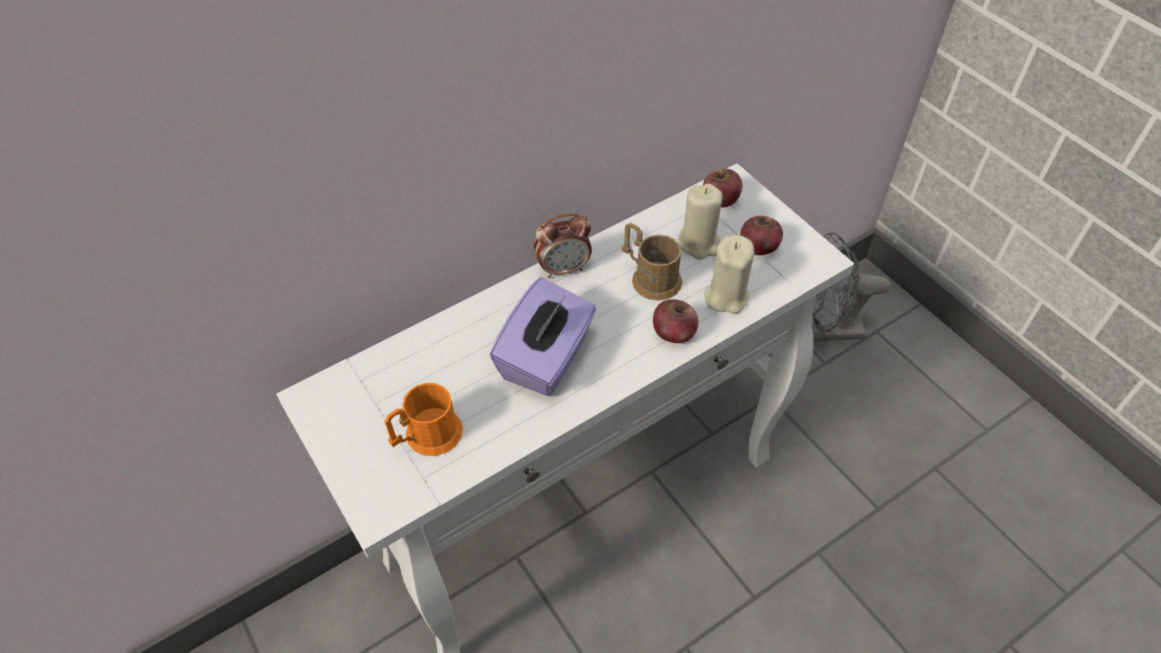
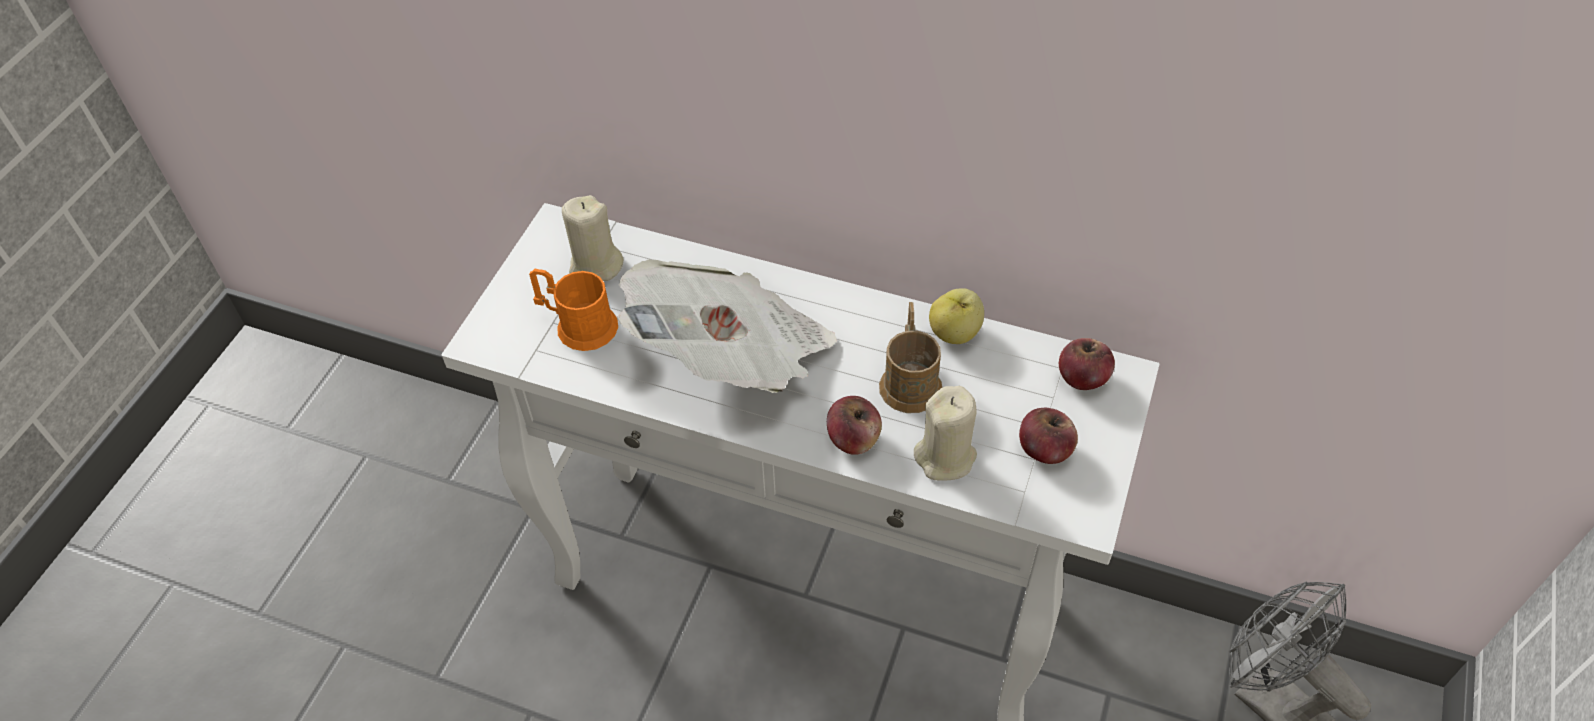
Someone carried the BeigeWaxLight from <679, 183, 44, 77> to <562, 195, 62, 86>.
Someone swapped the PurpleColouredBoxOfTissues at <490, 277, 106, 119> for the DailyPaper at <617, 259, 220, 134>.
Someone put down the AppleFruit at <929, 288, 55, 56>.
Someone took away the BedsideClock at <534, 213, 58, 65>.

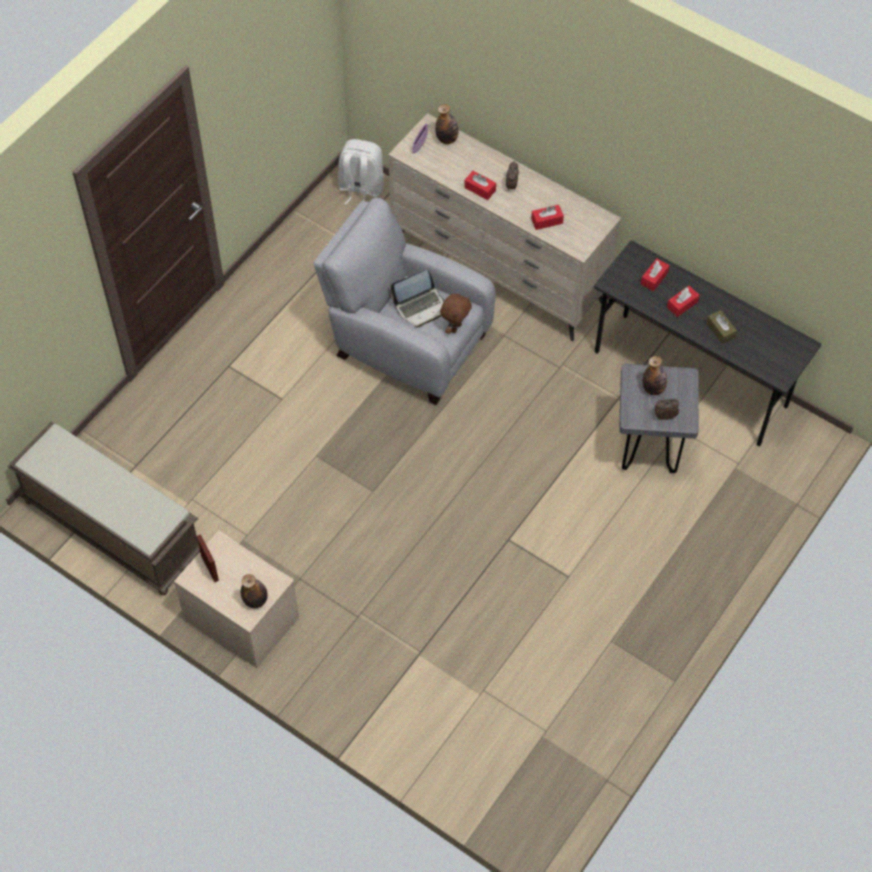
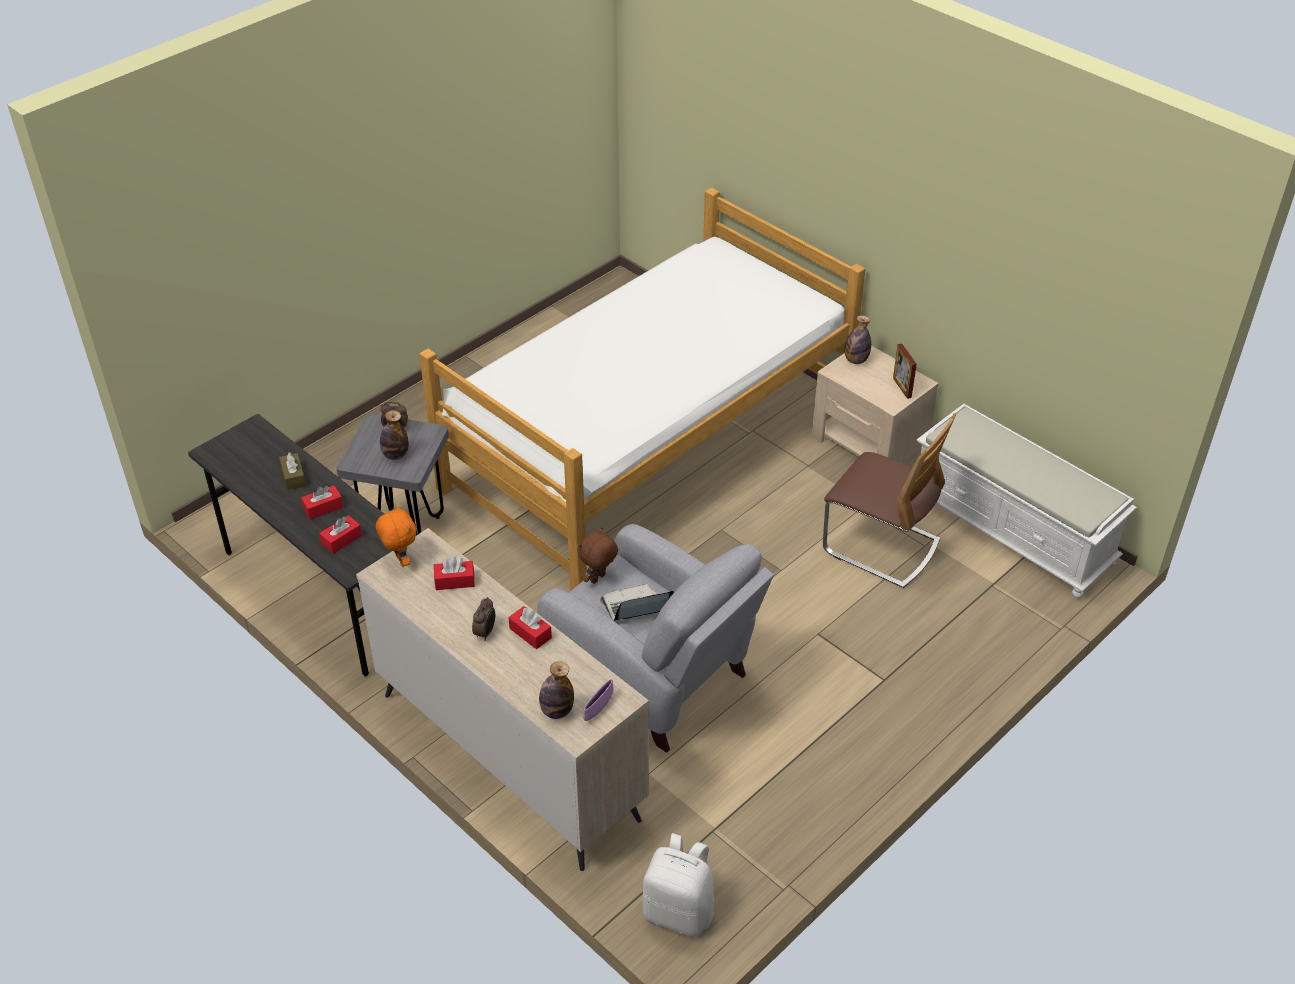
Someone put down the OrangeSoftToy at <376, 505, 40, 62>.
Someone put down the Bed at <419, 188, 446, 402>.
Someone put down the UprightChair at <823, 413, 133, 175>.
Someone repainted the BrownIndoorBench at <7, 421, 193, 174>, which became the WhiteIndoorBench at <916, 404, 221, 194>.

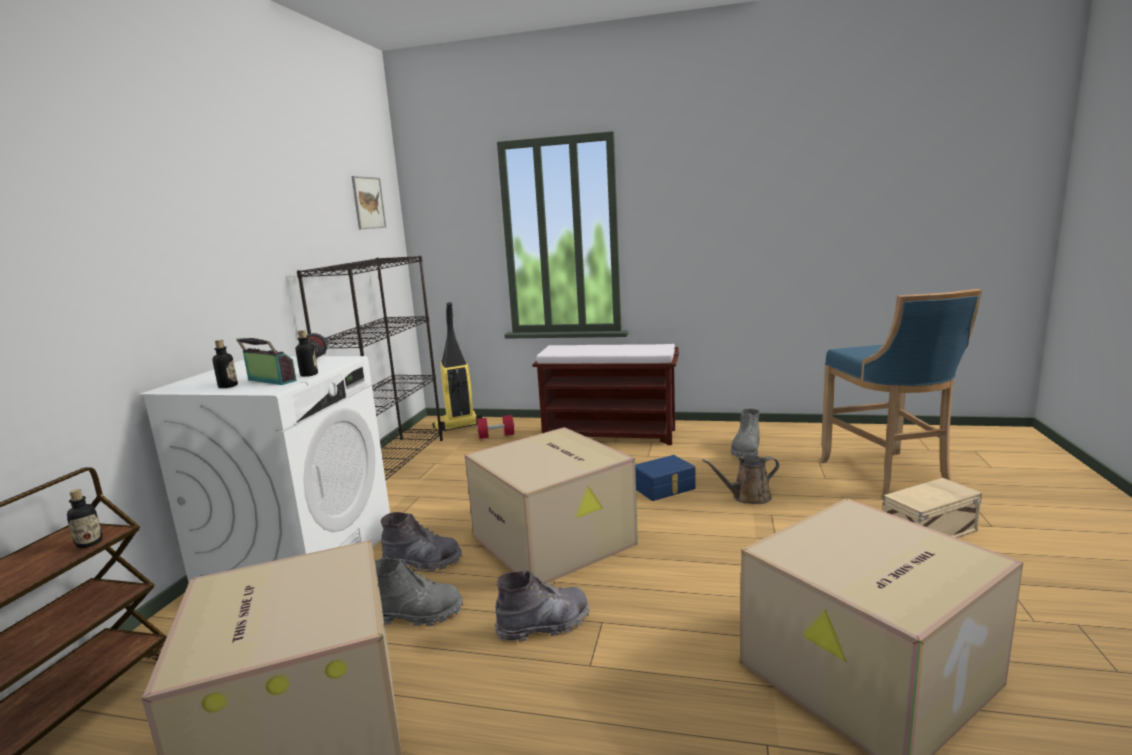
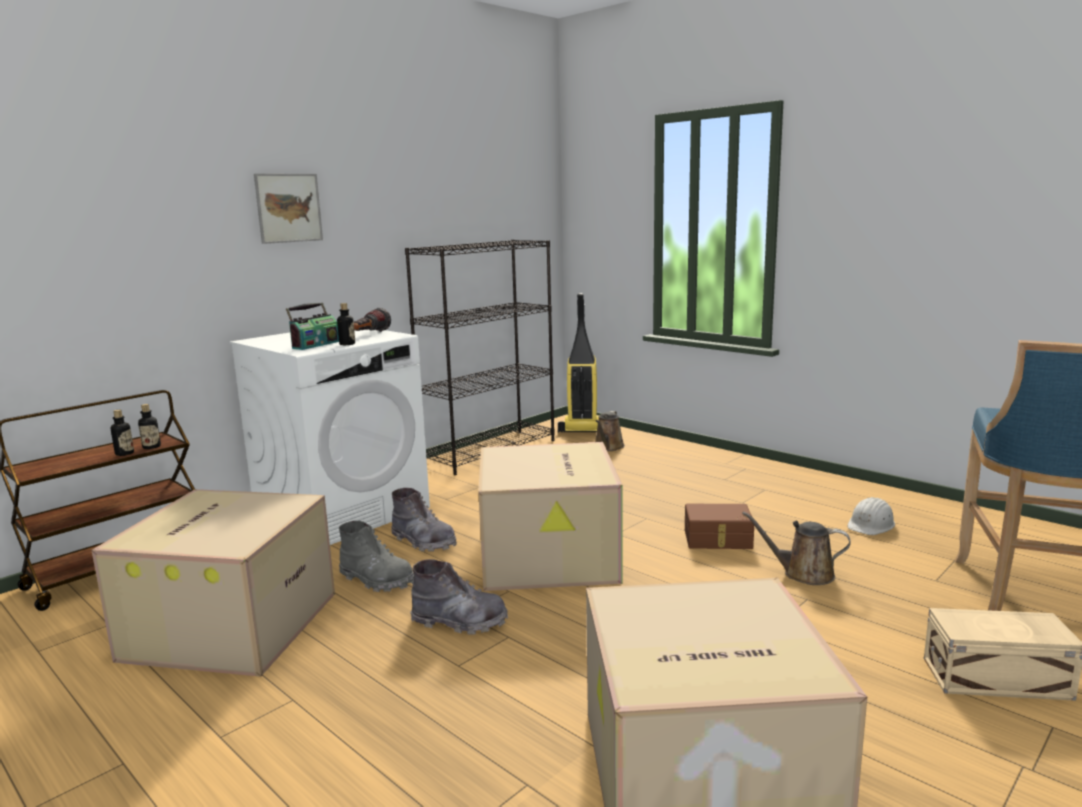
Someone carried the BeverageBottle from <212, 340, 26, 48> to <111, 410, 23, 46>.
Someone carried the WallPicture from <351, 176, 35, 54> to <254, 173, 69, 71>.
Someone rotated the RadioSet at <236, 338, 61, 47> by 60 degrees clockwise.
Someone swapped the RedColouredHandWeight at <477, 415, 38, 24> for the BrownSprinklingCan at <595, 411, 30, 40>.
Someone repainted the BlueStorageContainer at <635, 455, 61, 46>, which became the BrownStorageContainer at <685, 504, 69, 45>.
Someone swapped the GreyHighTopBoot at <731, 409, 29, 49> for the WhiteSafetyHelmet at <848, 497, 47, 38>.
Someone took away the BrownIndoorBench at <532, 344, 147, 101>.

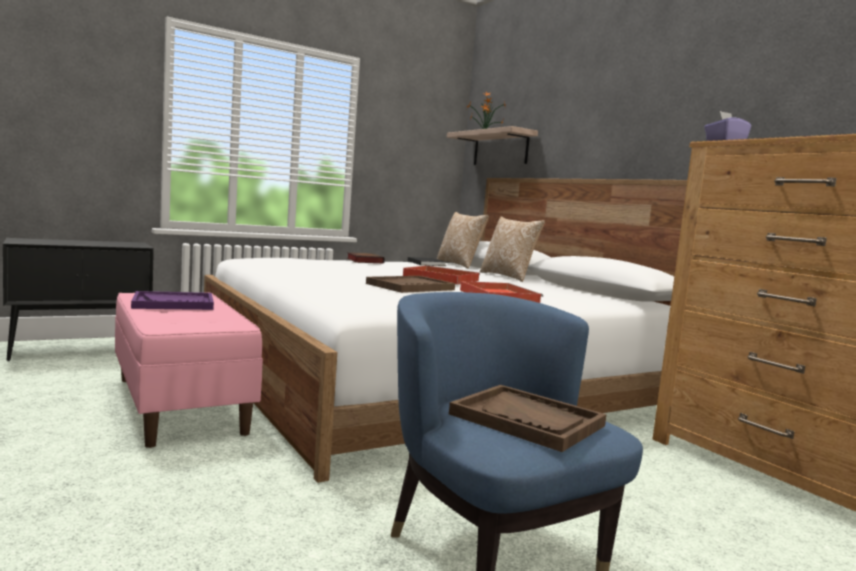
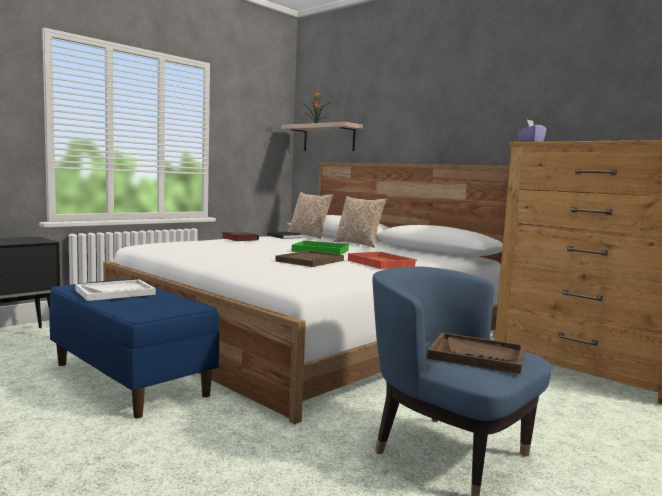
Someone repainted the PinkColouredIndoorBench at <115, 292, 148, 156>, which became the BlueIndoorBench at <49, 278, 170, 140>.
Someone repainted the PurpleColouredCarryingTray at <131, 291, 83, 19>, which became the WhiteCarryingTray at <75, 279, 81, 22>.
Someone repainted the RedColouredCarryingTray at <403, 265, 77, 19>, which became the GreenCarryingTray at <292, 240, 57, 15>.

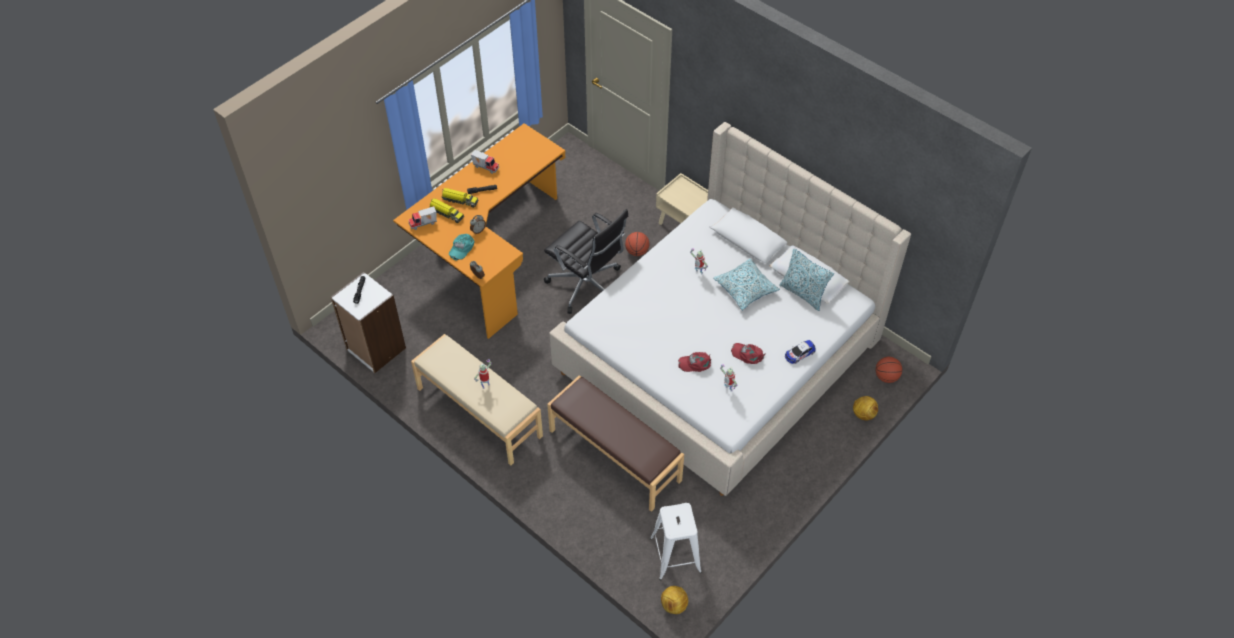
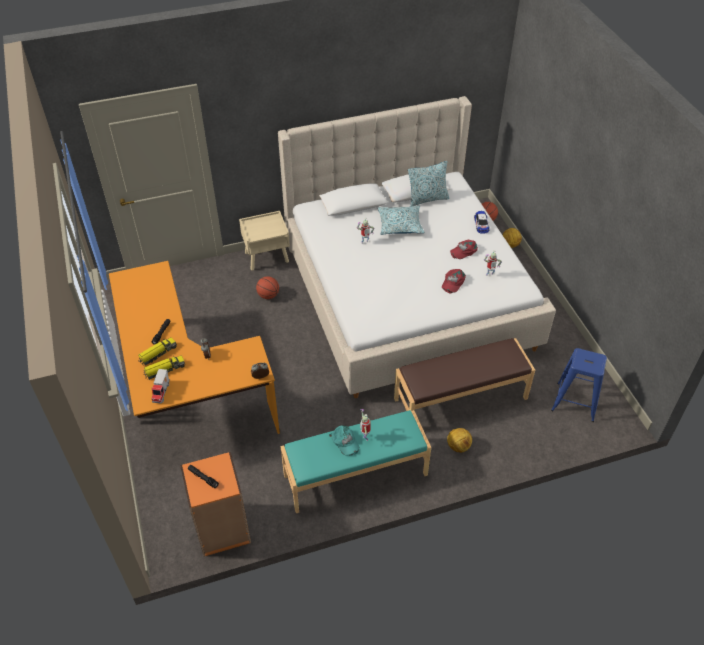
Someone repainted the WhiteBookcase at <331, 272, 75, 101>, which became the OrangeBookcase at <180, 452, 71, 105>.
Someone repainted the BeigeIndoorBench at <411, 334, 132, 132>, which became the TurquoiseIndoorBench at <281, 410, 150, 103>.
Someone carried the TurquoiseBaseballCap from <449, 234, 26, 27> to <329, 425, 31, 31>.
Someone carried the FootballBall from <661, 586, 27, 28> to <447, 428, 25, 25>.
Someone repainted the WhiteStoolSeat at <650, 503, 52, 77>, which became the BlueStoolSeat at <551, 348, 56, 74>.
Someone took away the ModelTruck at <471, 150, 28, 24>.
Someone took away the BlackColouredComputerChair at <544, 209, 85, 105>.

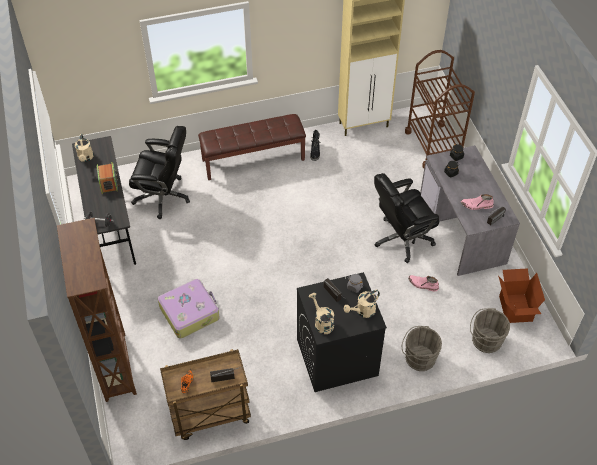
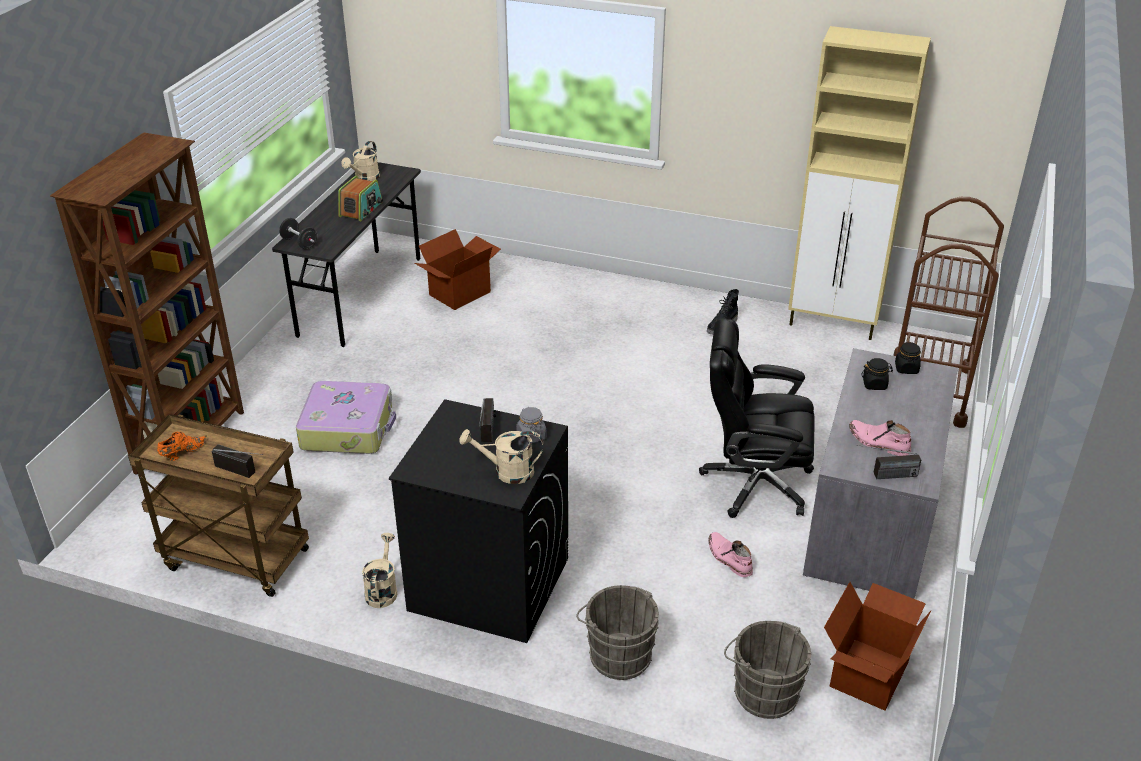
Someone carried the BeigeSprinklingCan from <309, 293, 25, 41> to <362, 533, 35, 75>.
Someone swapped the BlackColouredComputerChair at <129, 126, 61, 93> for the CardboardBox at <414, 229, 87, 81>.
Someone took away the BrownIndoorBench at <198, 114, 108, 66>.

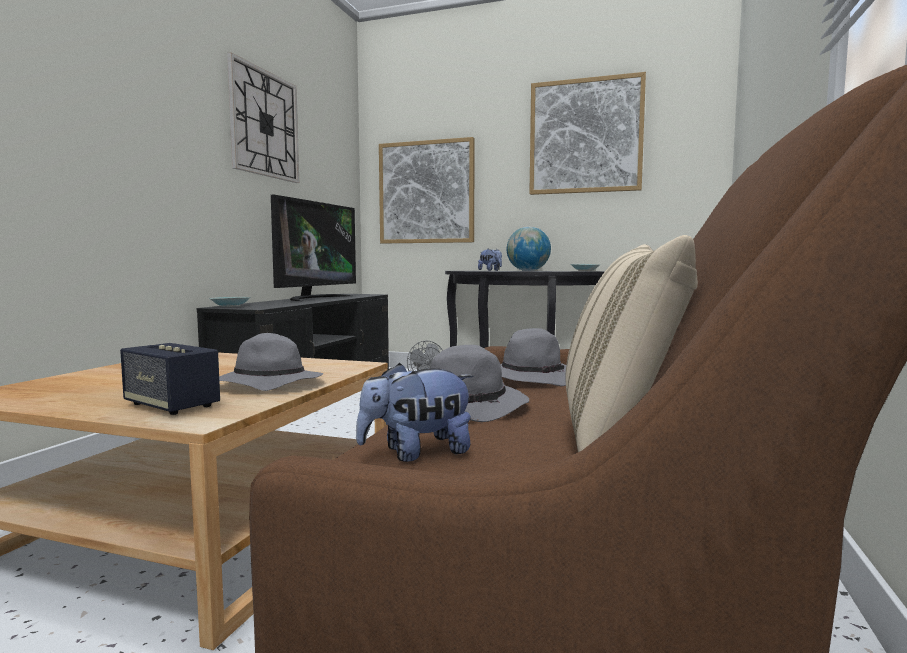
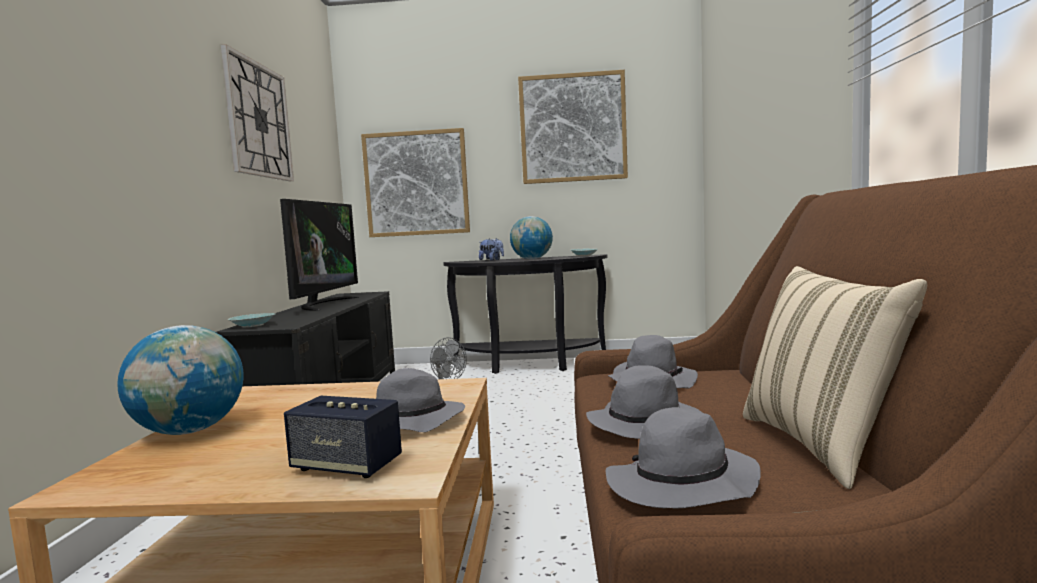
Someone put down the DeskGlobe at <117, 325, 127, 110>.
Someone swapped the SoftToy at <356, 363, 118, 99> for the GreyHat at <606, 407, 155, 102>.

